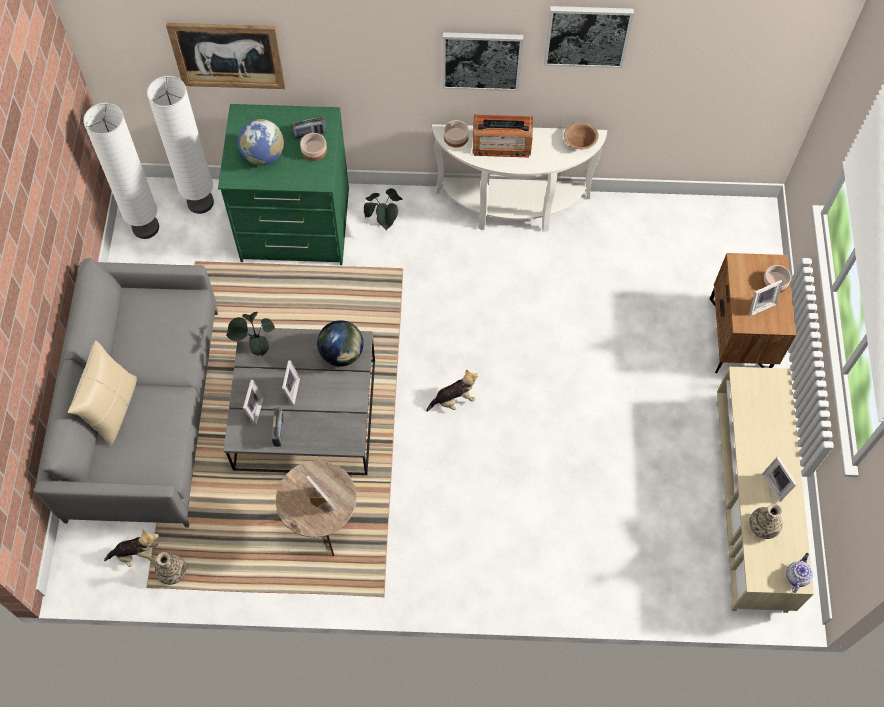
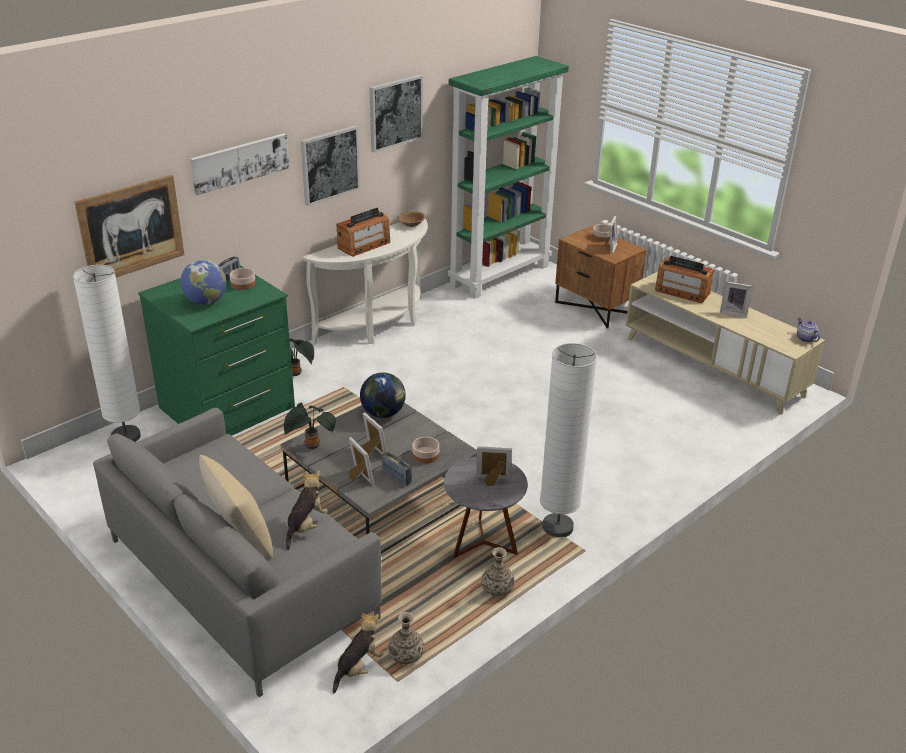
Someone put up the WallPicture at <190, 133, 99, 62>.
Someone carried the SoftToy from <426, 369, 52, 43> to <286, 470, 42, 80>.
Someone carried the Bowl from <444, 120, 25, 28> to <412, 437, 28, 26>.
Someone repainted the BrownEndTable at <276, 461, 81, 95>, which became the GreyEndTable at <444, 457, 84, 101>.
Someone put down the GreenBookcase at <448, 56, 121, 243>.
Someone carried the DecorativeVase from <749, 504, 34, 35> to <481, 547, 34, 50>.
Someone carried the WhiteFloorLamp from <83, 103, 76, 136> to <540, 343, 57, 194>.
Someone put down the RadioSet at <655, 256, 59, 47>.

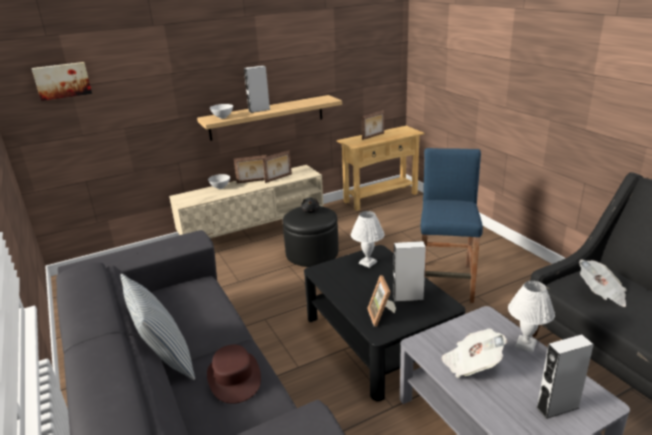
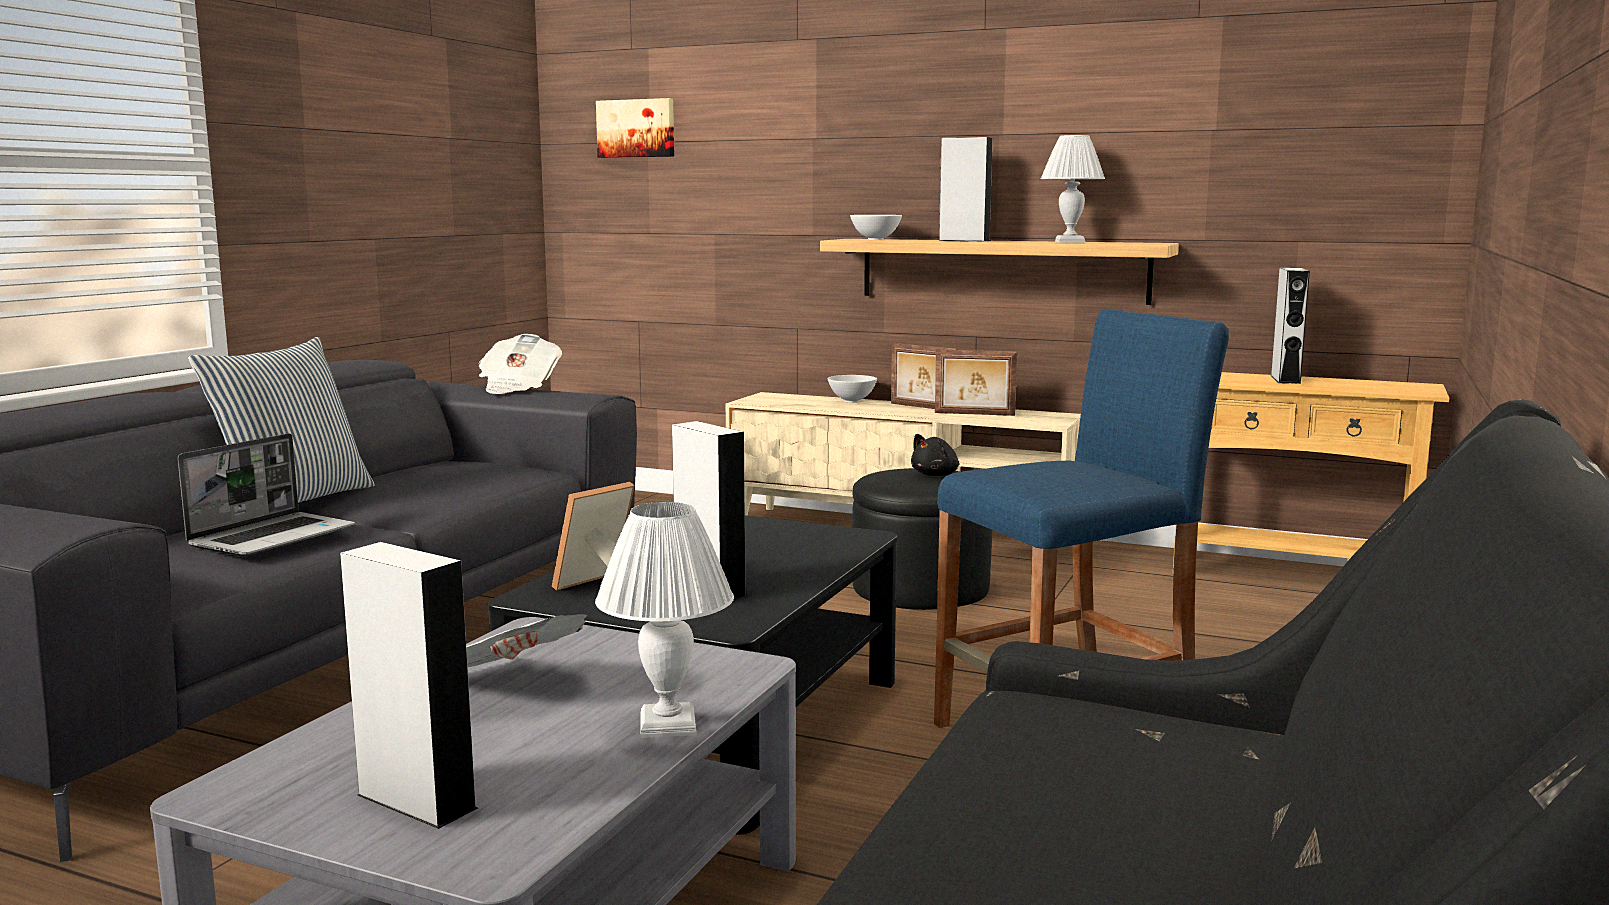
Someone swapped the BrownHat at <207, 345, 54, 59> for the Laptop at <178, 433, 177, 124>.
Someone carried the DailyPaper from <579, 259, 47, 48> to <478, 334, 84, 60>.
Someone carried the WhiteTabletopLamp from <351, 211, 34, 57> to <1041, 135, 64, 108>.
Someone swapped the PictureFrame at <362, 110, 22, 30> for the GreySpeaker at <1271, 268, 39, 116>.

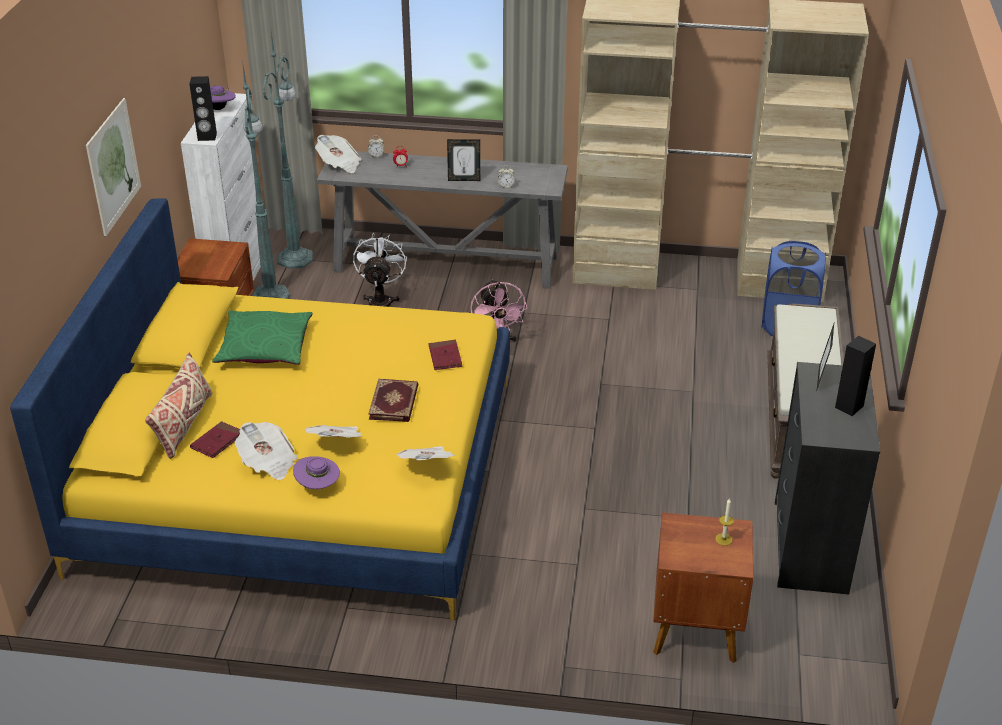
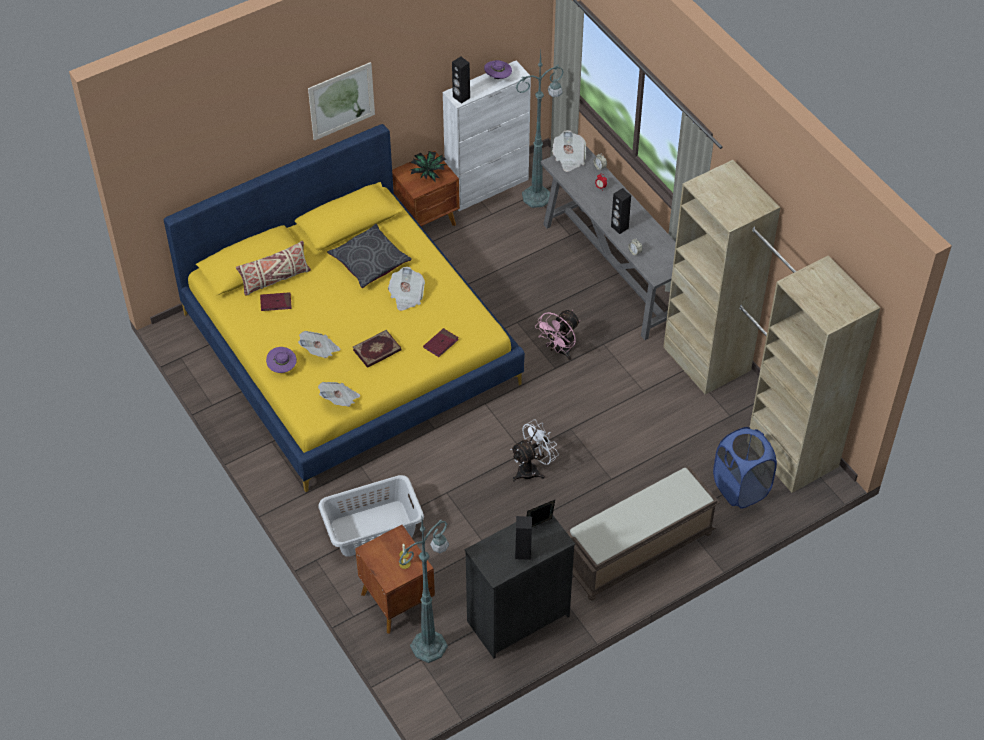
Someone put down the GreyWashingBasket at <318, 475, 106, 82>.
Someone repainted the GreenPillow at <212, 310, 101, 55>, which became the GreyPillow at <327, 224, 85, 64>.
Someone carried the DailyPaper from <235, 422, 63, 58> to <388, 267, 37, 44>.
Someone carried the GreenFloorLamp from <242, 60, 48, 239> to <399, 519, 50, 144>.
Someone put down the Houseplant at <410, 151, 37, 30>.
Someone carried the WhiteFan from <353, 234, 54, 73> to <510, 419, 49, 62>.
Someone swapped the PictureFrame at <447, 139, 33, 42> for the BlackColouredSpeaker at <611, 188, 20, 46>.

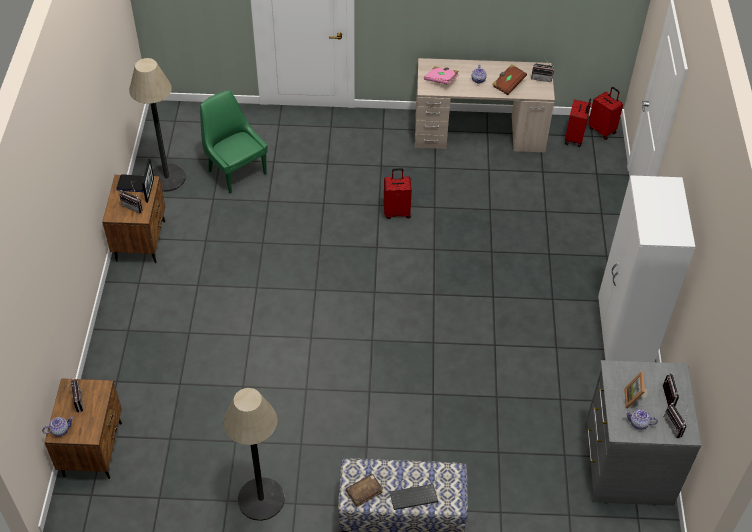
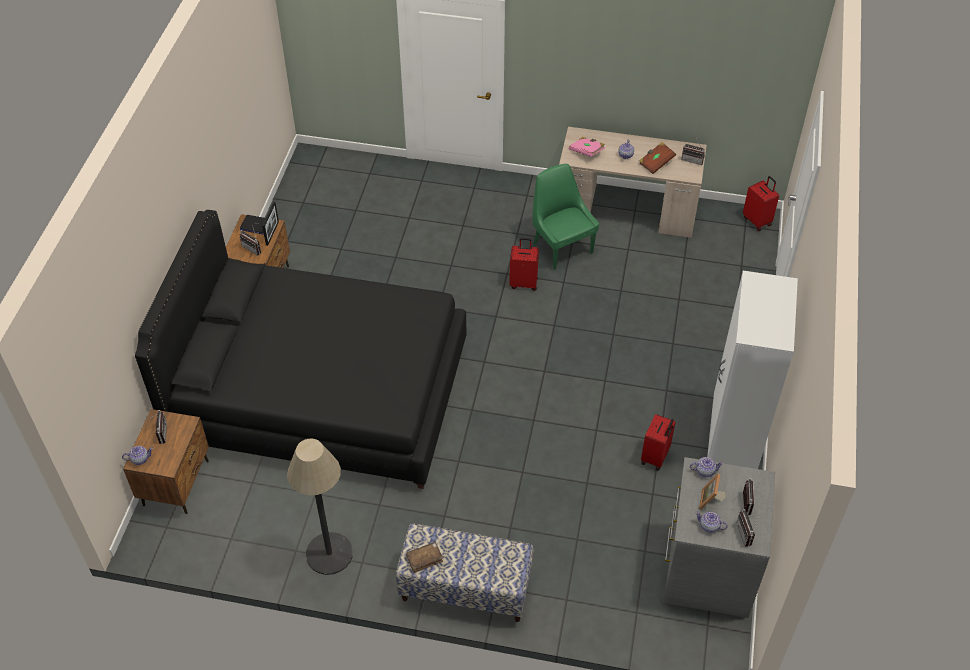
Someone put down the BlackColouredBed at <135, 210, 332, 279>.
Someone carried the GreenUprightChair from <200, 90, 68, 104> to <533, 164, 66, 106>.
Someone carried the RedColouredPieceOfLuggage from <565, 98, 26, 49> to <641, 414, 35, 56>.
Someone put down the PotForTea at <690, 457, 34, 20>.
Someone took away the FloorLamp at <129, 58, 57, 134>.
Someone took away the ComputerKeyboard at <390, 484, 48, 26>.

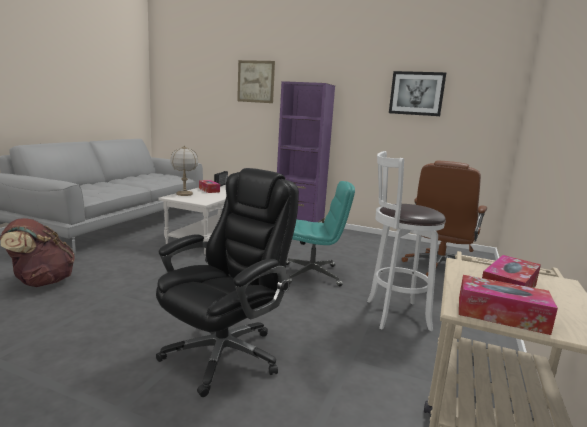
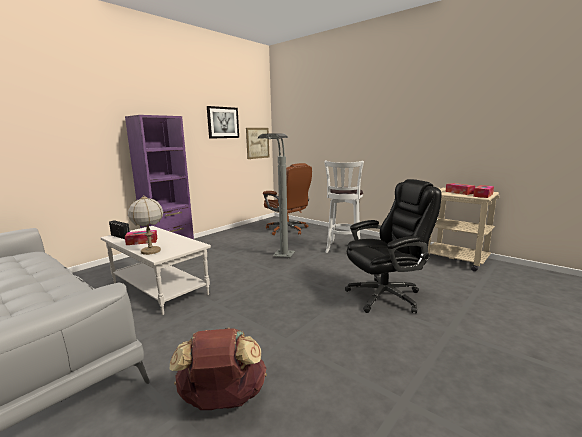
Someone carried the WallPicture from <237, 60, 38, 43> to <246, 128, 23, 31>.
Someone swapped the TurquoiseComputerChair at <286, 181, 69, 105> for the GreyFloorLamp at <258, 133, 37, 125>.
Someone rotated the BlackColouredComputerChair at <156, 168, 143, 229> by 105 degrees clockwise.

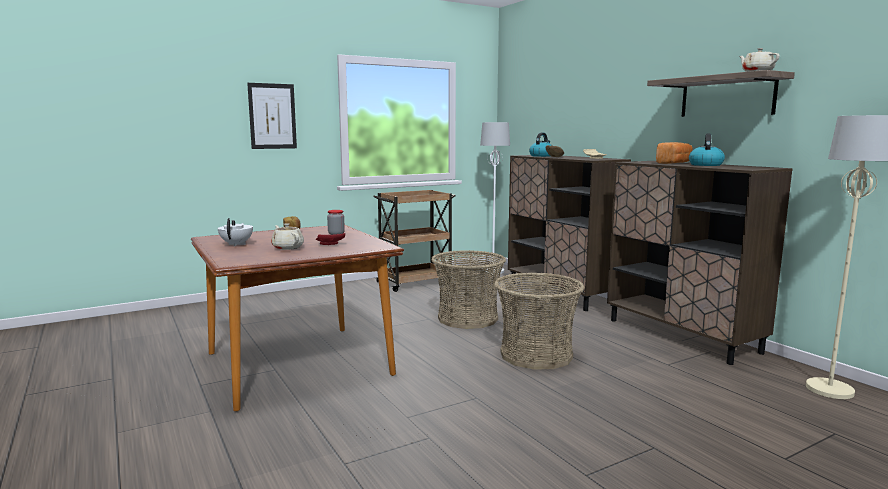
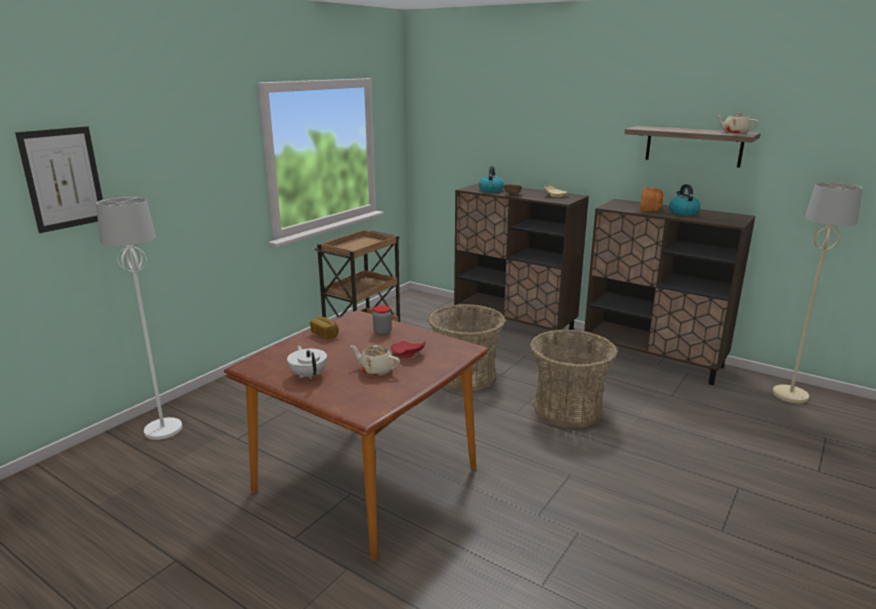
Someone carried the WallPicture from <247, 83, 50, 66> to <15, 126, 88, 107>.
Someone carried the WhiteFloorLamp from <480, 122, 30, 152> to <96, 196, 86, 244>.

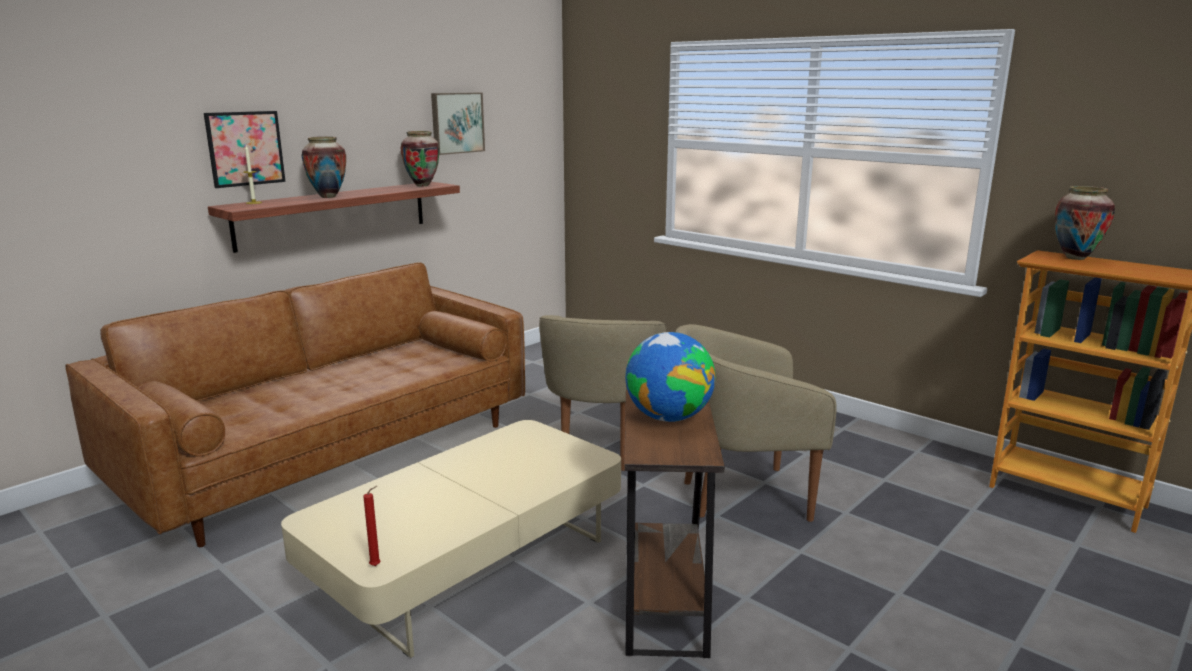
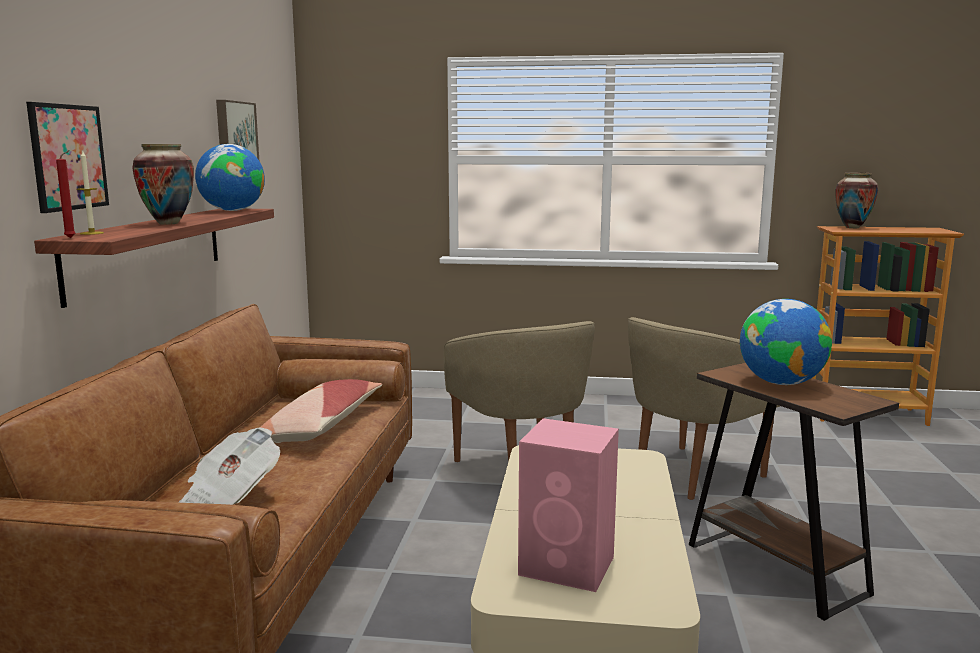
Someone carried the RedColouredWaxLight from <363, 486, 18, 80> to <56, 150, 20, 88>.
Someone put down the DailyPaper at <178, 427, 102, 78>.
Someone swapped the DecorativeVase at <400, 131, 40, 55> for the DeskGlobe at <195, 144, 70, 67>.
Someone put down the Pillow at <261, 379, 121, 64>.
Someone put down the PinkColouredSpeaker at <518, 418, 101, 174>.

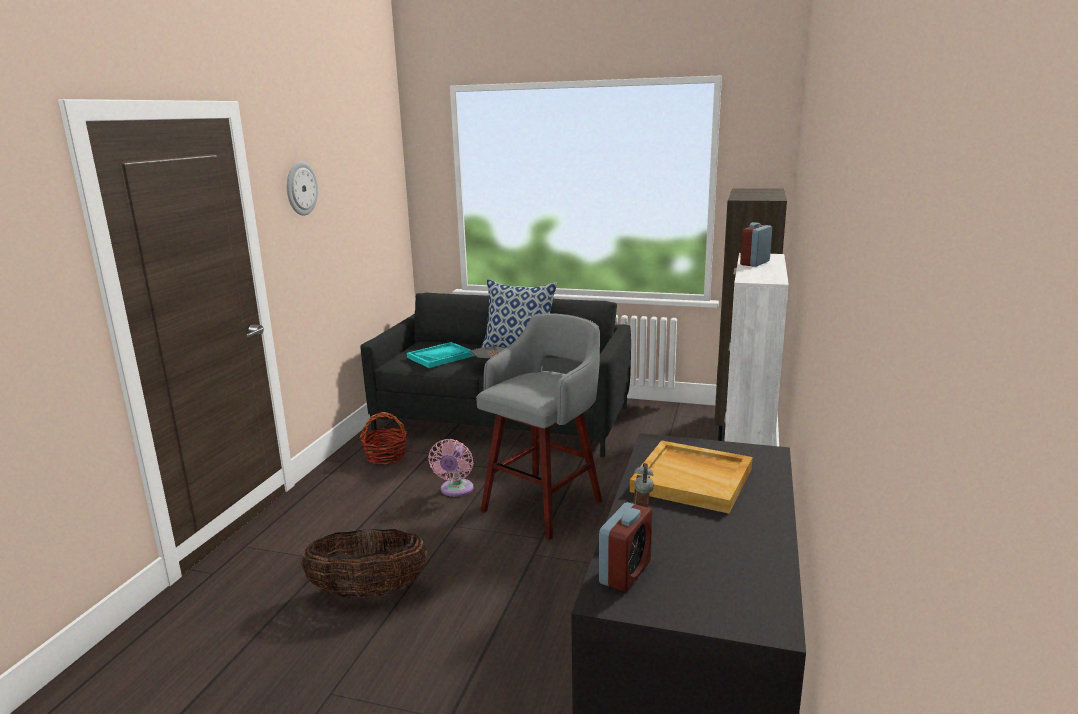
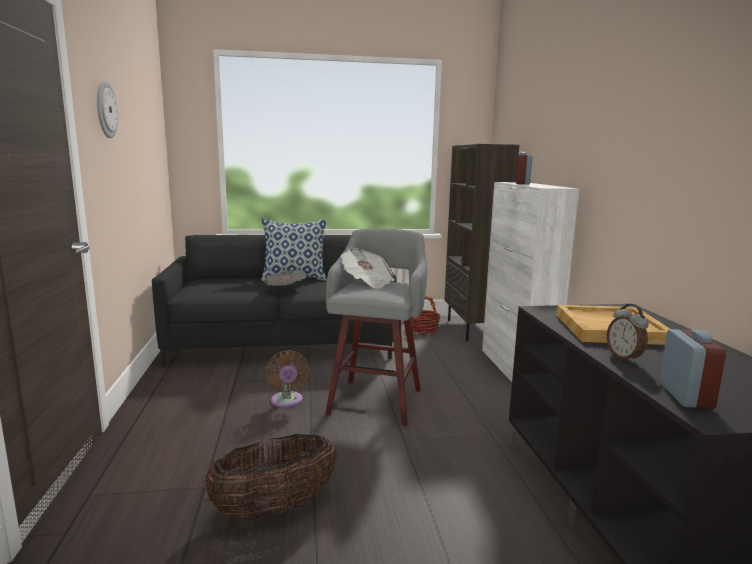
Someone repainted the PinkColouredFan at <428, 439, 46, 58>, which became the BrownFan at <265, 350, 45, 58>.
Someone put down the DailyPaper at <341, 248, 54, 41>.
Someone carried the StorageBasket from <360, 412, 47, 52> to <411, 296, 29, 38>.
Someone took away the TurquoiseCarryingTray at <407, 342, 66, 26>.

